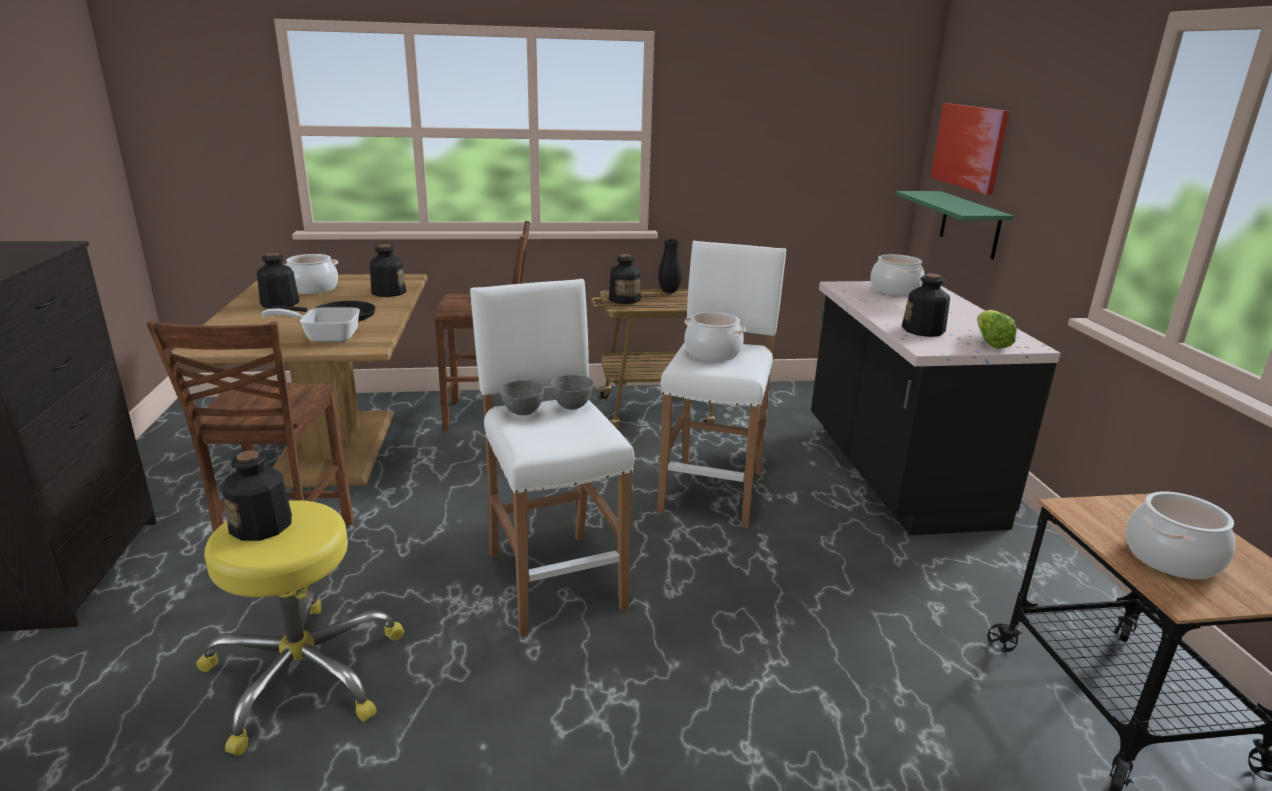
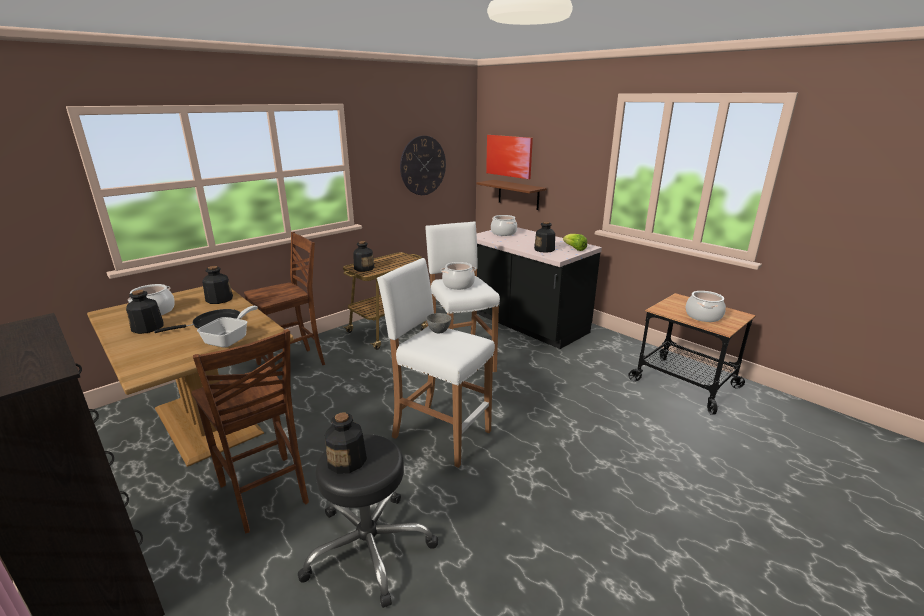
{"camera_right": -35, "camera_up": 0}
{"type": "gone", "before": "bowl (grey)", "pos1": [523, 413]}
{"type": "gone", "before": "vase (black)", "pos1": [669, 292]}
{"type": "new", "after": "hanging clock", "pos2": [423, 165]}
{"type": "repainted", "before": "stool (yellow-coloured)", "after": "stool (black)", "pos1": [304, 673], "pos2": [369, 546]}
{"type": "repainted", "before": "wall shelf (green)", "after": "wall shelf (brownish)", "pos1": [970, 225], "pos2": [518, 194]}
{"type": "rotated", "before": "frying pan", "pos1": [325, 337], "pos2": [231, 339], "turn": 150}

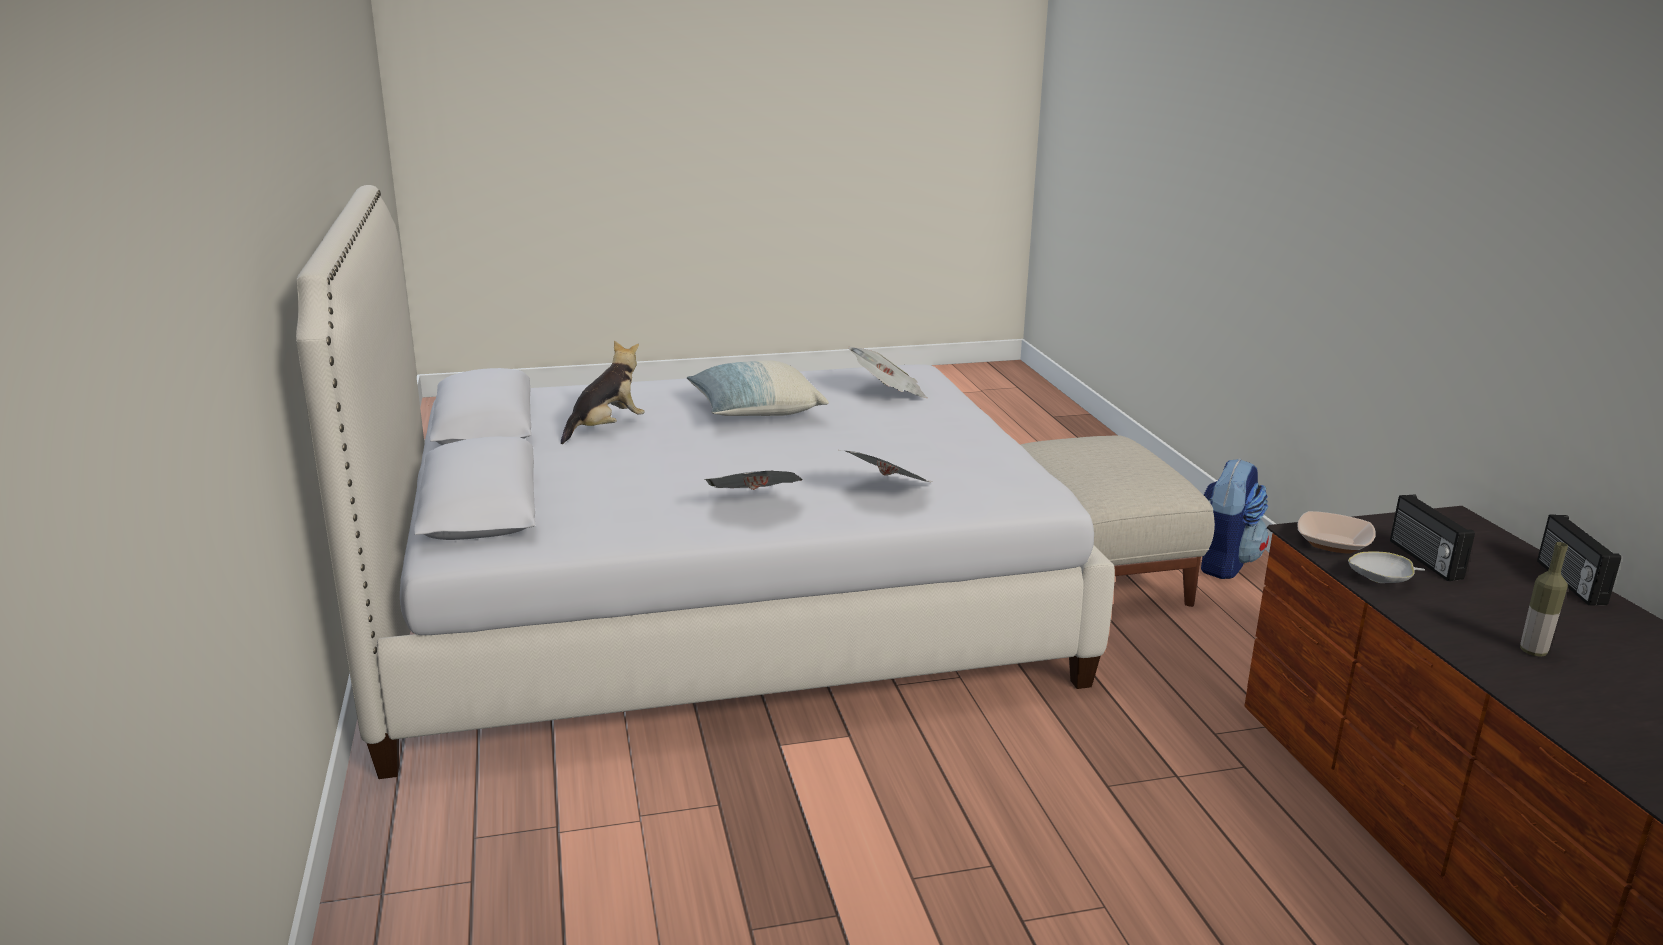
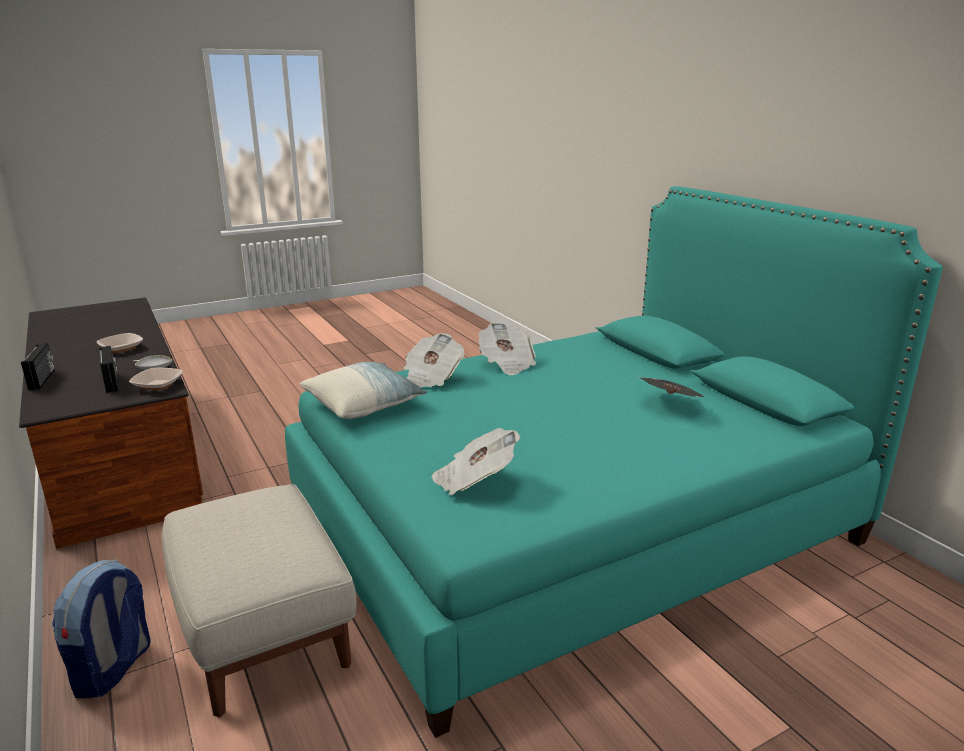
{"camera_right": 165, "camera_up": 0}
{"type": "shifted", "before": "cushion", "pos1": [755, 411], "pos2": [364, 405]}
{"type": "swapped", "before": "soft toy", "after": "printed paper", "pos1": [606, 428], "pos2": [671, 404]}
{"type": "swapped", "before": "drink bottle", "after": "bowl", "pos1": [1533, 651], "pos2": [121, 348]}
{"type": "repainted", "before": "bedroom bed (white)", "after": "bedroom bed (blue-green)", "pos1": [715, 610], "pos2": [572, 523]}

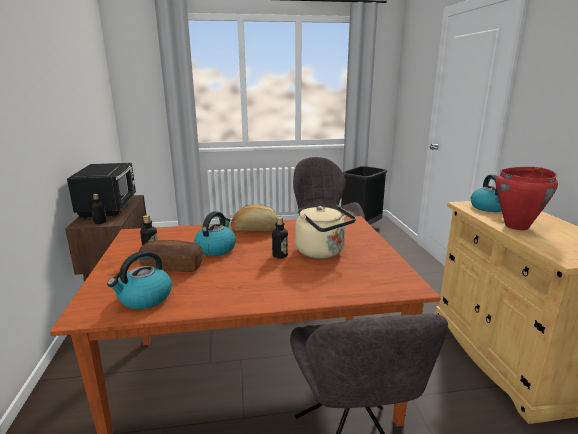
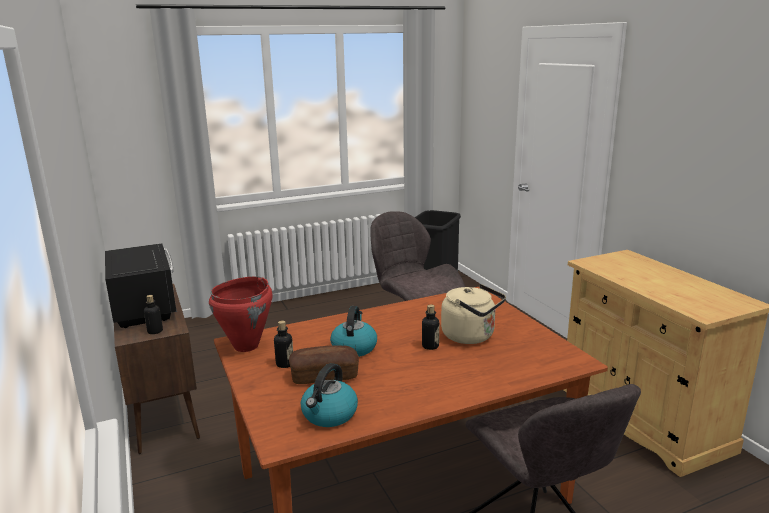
{"camera_right": -15, "camera_up": 0}
{"type": "gone", "before": "bread", "pos1": [256, 230]}
{"type": "gone", "before": "water kettle", "pos1": [489, 208]}
{"type": "shifted", "before": "cooking pot (red)", "pos1": [517, 226], "pos2": [247, 346]}

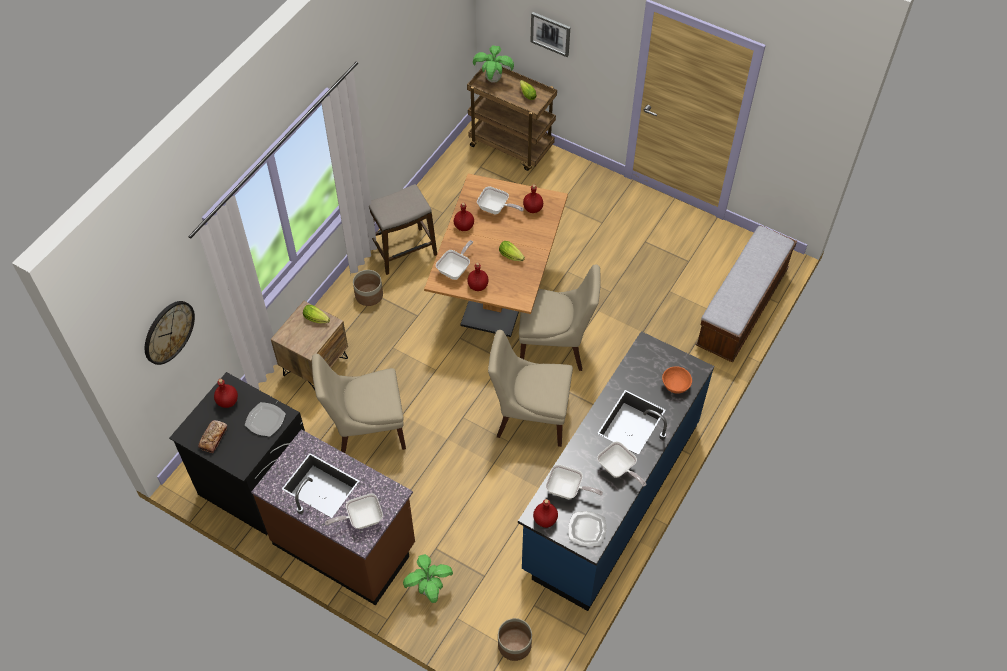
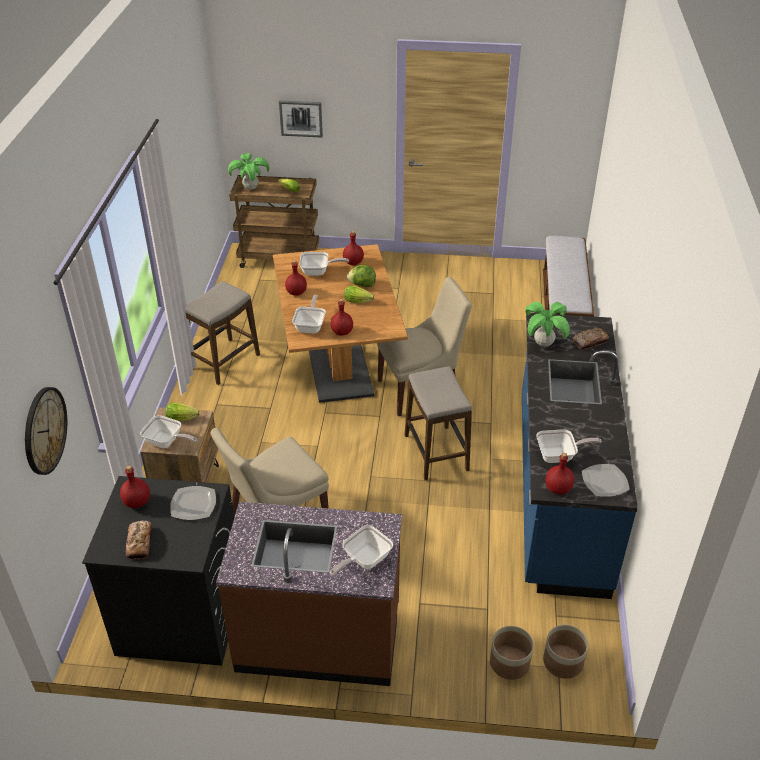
{"camera_right": -25, "camera_up": -15}
{"type": "new", "after": "head of lettuce", "pos2": [362, 285]}
{"type": "shifted", "before": "plant pot", "pos1": [369, 295], "pos2": [509, 663]}
{"type": "shifted", "before": "potted plant", "pos1": [429, 589], "pos2": [543, 344]}
{"type": "shifted", "before": "frying pan", "pos1": [618, 469], "pos2": [167, 442]}
{"type": "swapped", "before": "upright chair (sand-coloured)", "after": "stool", "pos1": [529, 416], "pos2": [436, 453]}
{"type": "swapped", "before": "bowl (orange-coloured)", "after": "bread", "pos1": [675, 385], "pos2": [590, 341]}

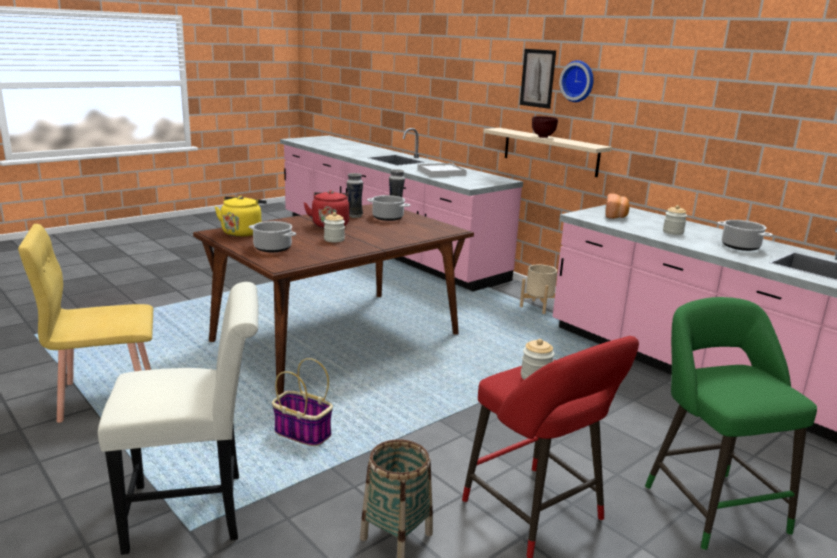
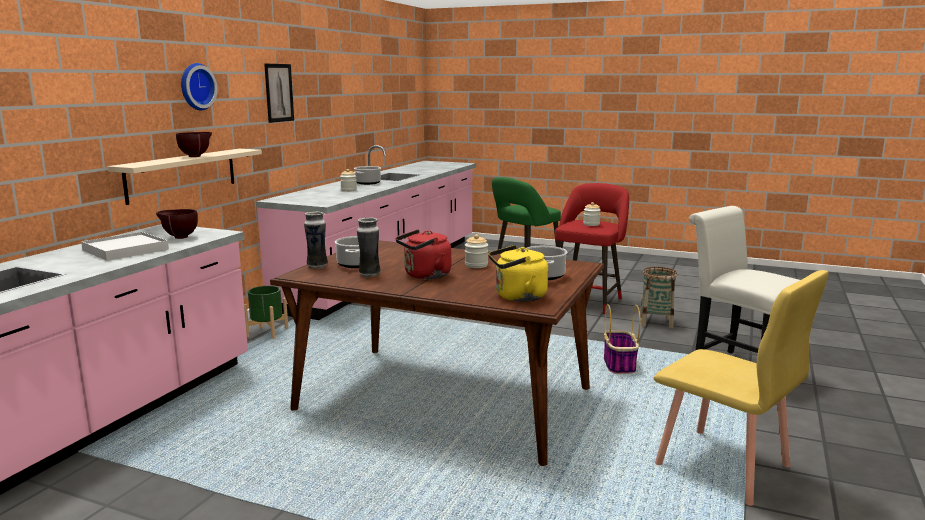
{"camera_right": -115, "camera_up": -5}
{"type": "gone", "before": "bread", "pos1": [616, 216]}
{"type": "new", "after": "bowl (brownish)", "pos2": [179, 237]}
{"type": "shifted", "before": "wall picture", "pos1": [537, 78], "pos2": [279, 93]}
{"type": "repainted", "before": "plant pot (sand-coloured)", "after": "plant pot (green)", "pos1": [538, 307], "pos2": [267, 332]}

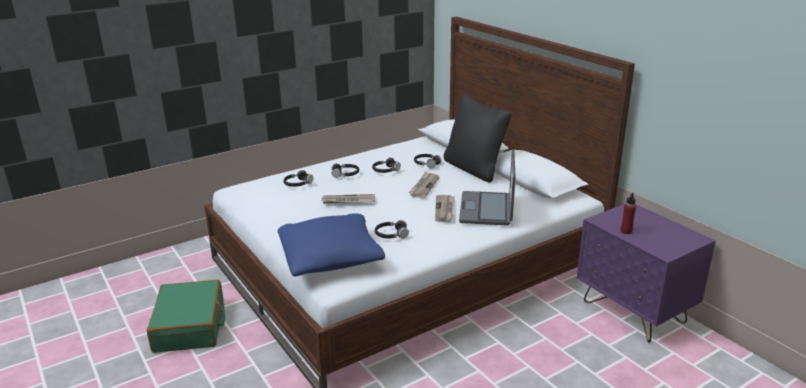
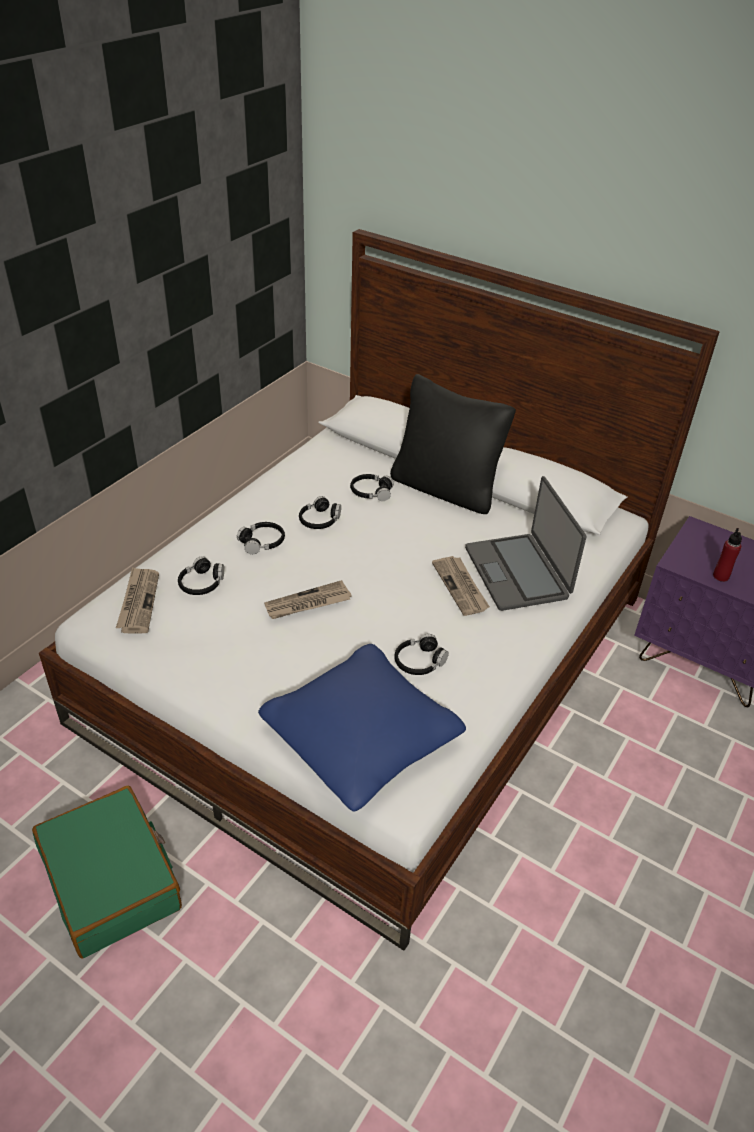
{"camera_right": -25, "camera_up": 15}
{"type": "shifted", "before": "printed paper", "pos1": [424, 186], "pos2": [138, 602]}

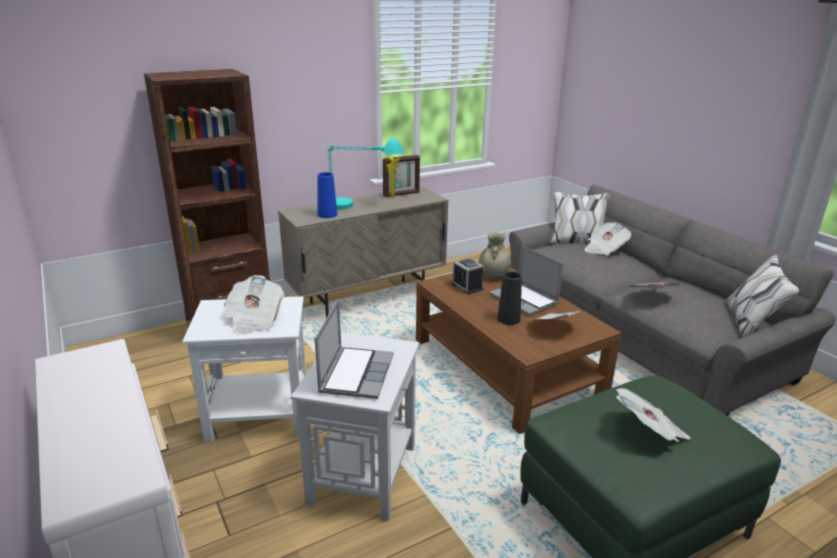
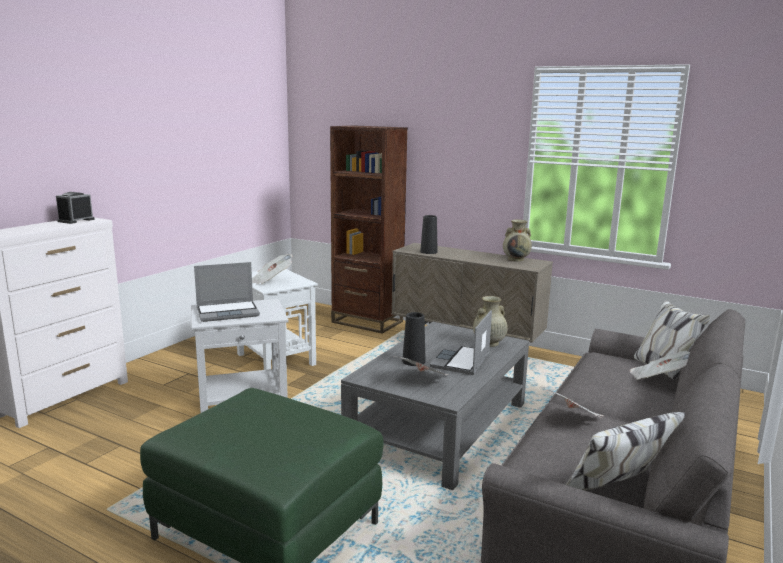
{"camera_right": 60, "camera_up": -10}
{"type": "gone", "before": "table lamp (blue-green)", "pos1": [362, 206]}
{"type": "gone", "before": "printed paper", "pos1": [649, 432]}
{"type": "shifted", "before": "table clock", "pos1": [467, 286], "pos2": [76, 220]}
{"type": "swapped", "before": "standing frame", "after": "vase (sand-coloured)", "pos1": [401, 194], "pos2": [516, 259]}
{"type": "repainted", "before": "vase (bluish)", "after": "vase (black)", "pos1": [327, 214], "pos2": [428, 252]}
{"type": "repainted", "before": "low table (brownish)", "after": "low table (grey)", "pos1": [506, 367], "pos2": [439, 428]}

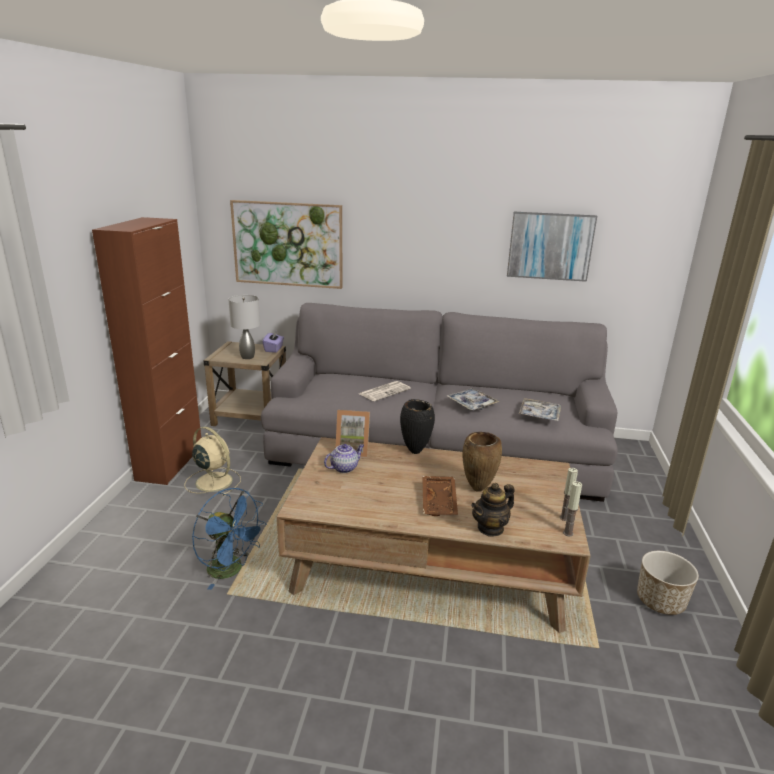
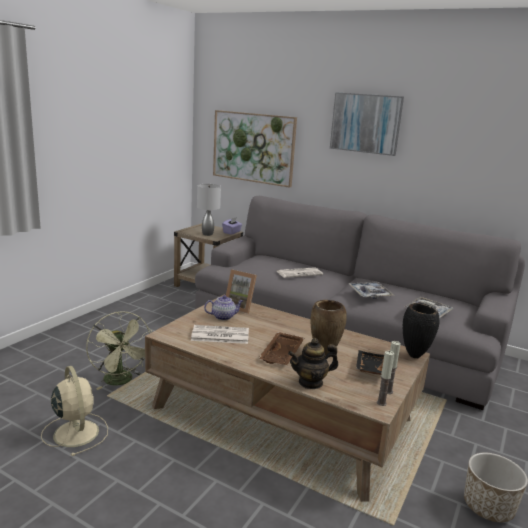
{"camera_right": 20, "camera_up": -5}
{"type": "gone", "before": "cabinet (brownish)", "pos1": [170, 463]}
{"type": "new", "after": "printed paper", "pos2": [219, 335]}
{"type": "new", "after": "carrying tray (black)", "pos2": [370, 369]}
{"type": "shifted", "before": "cooling fan (sand-coloured)", "pos1": [213, 481], "pos2": [75, 432]}
{"type": "shifted", "before": "vase (black)", "pos1": [416, 452], "pos2": [415, 356]}
{"type": "shifted", "before": "wall picture", "pos1": [550, 246], "pos2": [365, 123]}
{"type": "repainted", "before": "cooling fan (bluish)", "after": "cooling fan (green)", "pos1": [231, 570], "pos2": [121, 381]}

